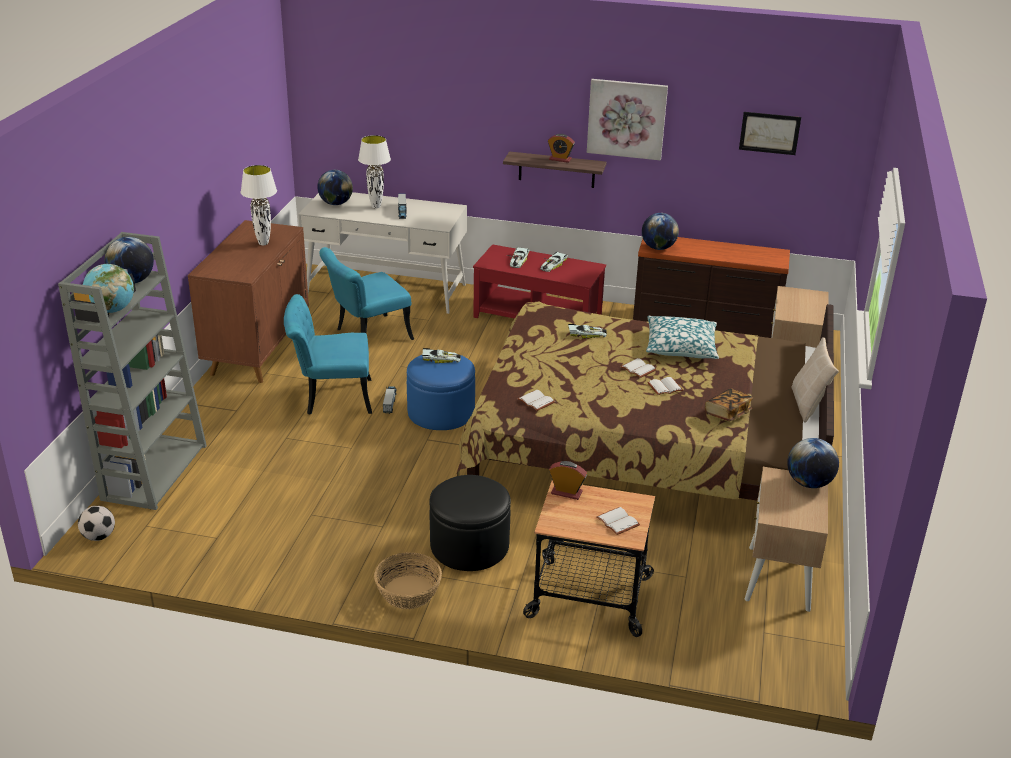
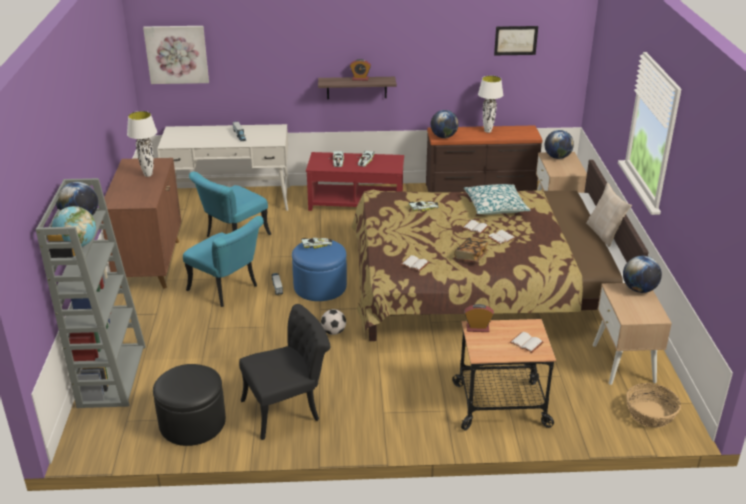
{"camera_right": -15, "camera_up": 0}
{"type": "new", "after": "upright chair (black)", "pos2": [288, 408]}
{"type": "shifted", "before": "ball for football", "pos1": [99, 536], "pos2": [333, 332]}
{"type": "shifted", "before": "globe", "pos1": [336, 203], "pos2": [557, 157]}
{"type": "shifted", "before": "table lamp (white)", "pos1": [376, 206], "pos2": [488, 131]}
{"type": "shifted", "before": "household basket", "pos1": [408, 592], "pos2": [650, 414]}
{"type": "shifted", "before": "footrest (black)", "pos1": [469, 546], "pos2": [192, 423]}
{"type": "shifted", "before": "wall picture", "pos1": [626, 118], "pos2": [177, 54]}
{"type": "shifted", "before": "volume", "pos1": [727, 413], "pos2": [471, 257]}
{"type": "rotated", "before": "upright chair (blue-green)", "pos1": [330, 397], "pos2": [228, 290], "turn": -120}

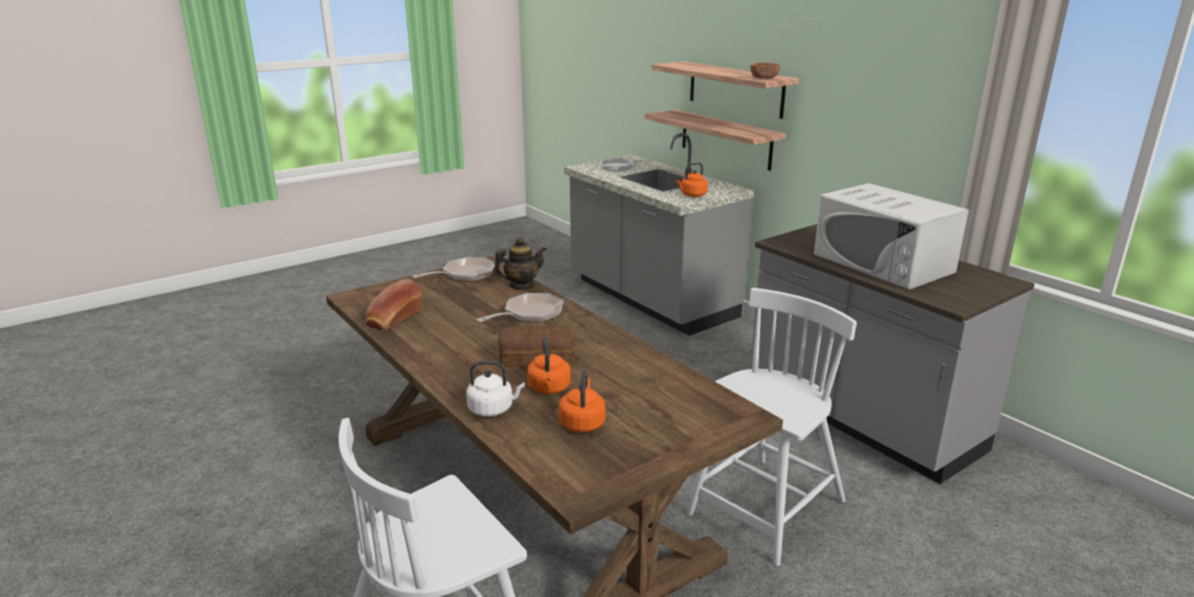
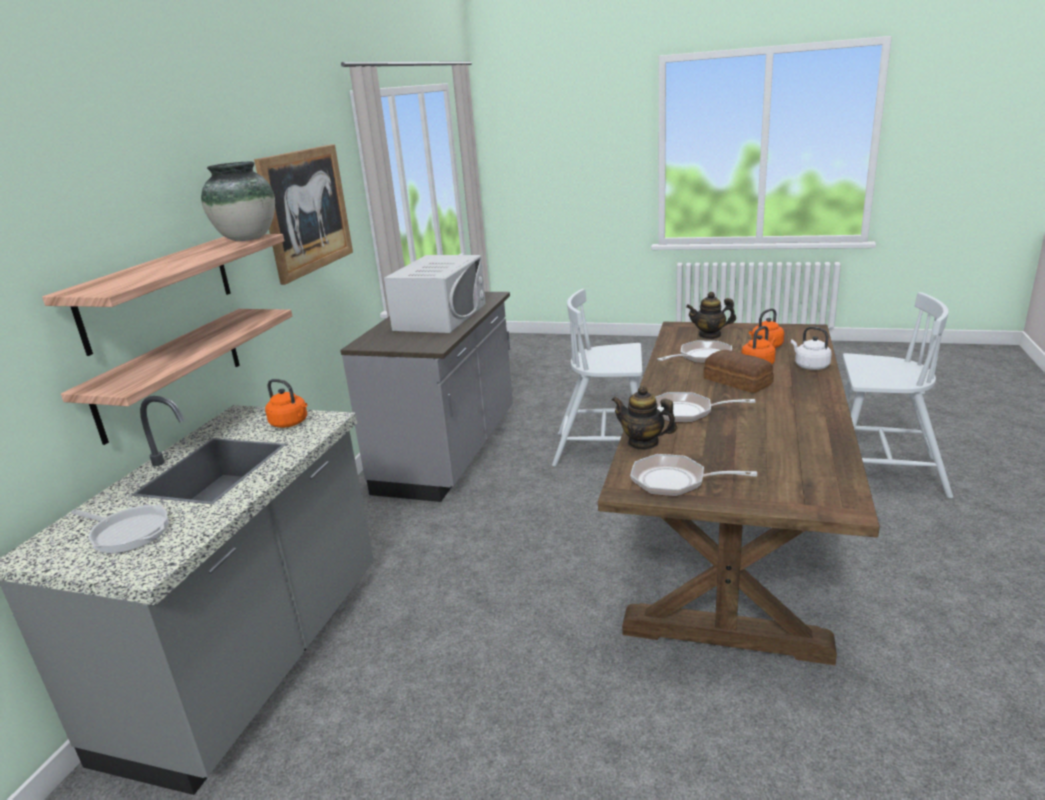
{"camera_right": -125, "camera_up": 0}
{"type": "gone", "before": "bread", "pos1": [393, 319]}
{"type": "new", "after": "wall picture", "pos2": [307, 211]}
{"type": "new", "after": "frying pan", "pos2": [701, 357]}
{"type": "new", "after": "pot for tea", "pos2": [710, 335]}
{"type": "swapped", "before": "bowl (brownish)", "after": "vase", "pos1": [764, 78], "pos2": [246, 238]}

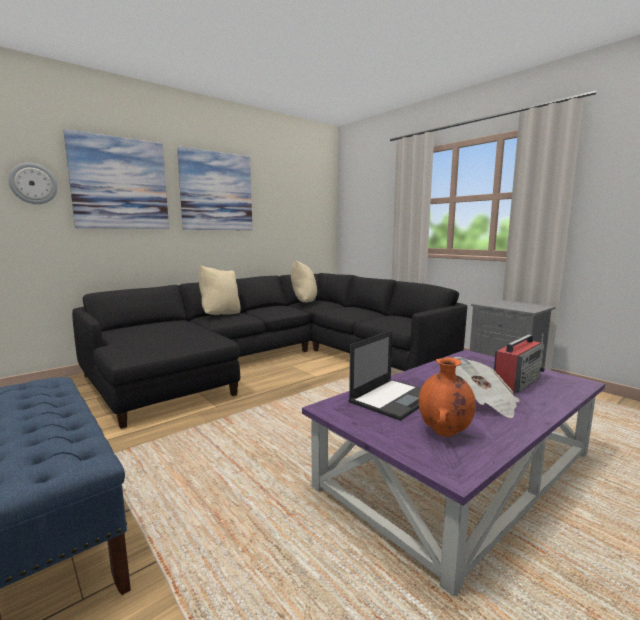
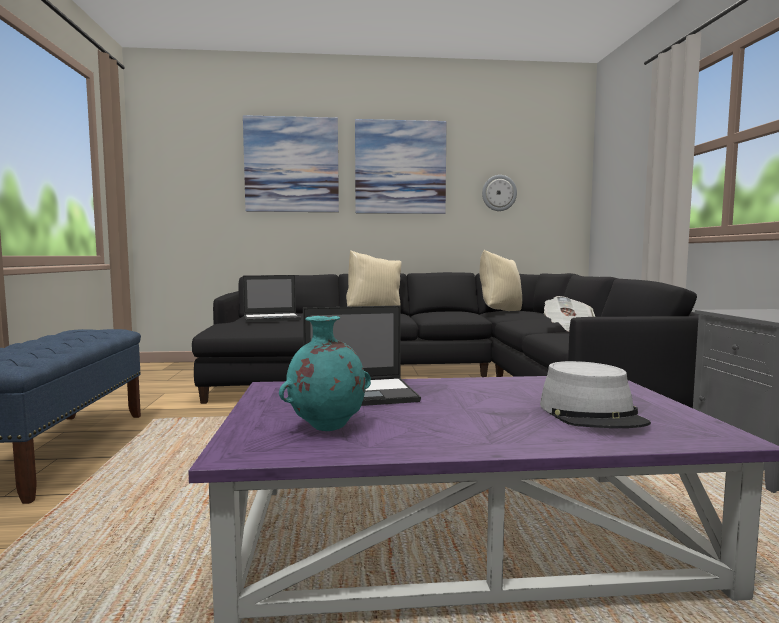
{"camera_right": 35, "camera_up": -5}
{"type": "new", "after": "portable computer", "pos2": [272, 318]}
{"type": "shifted", "before": "hanging clock", "pos1": [33, 183], "pos2": [499, 193]}
{"type": "shifted", "before": "printed paper", "pos1": [483, 403], "pos2": [569, 329]}
{"type": "swapped", "before": "radio", "after": "hat (grey)", "pos1": [517, 382], "pos2": [591, 414]}
{"type": "repainted", "before": "vase (orange-coloured)", "after": "vase (blue-green)", "pos1": [444, 433], "pos2": [326, 427]}

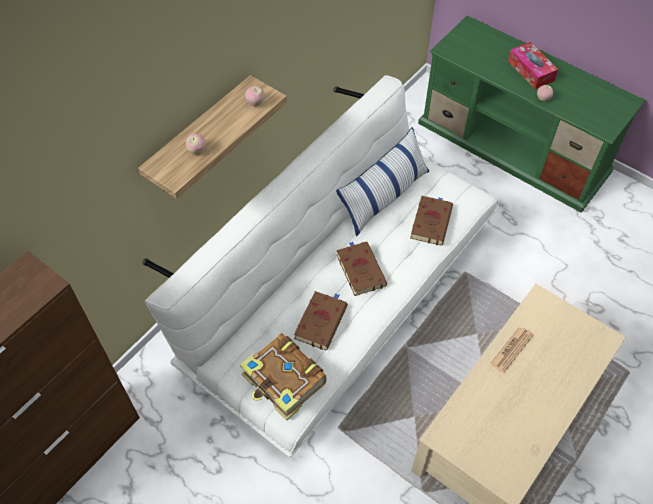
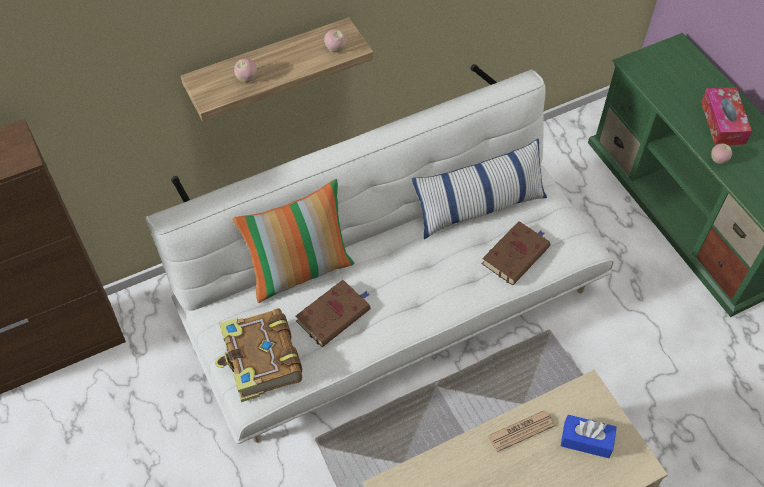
{"camera_right": 25, "camera_up": 0}
{"type": "gone", "before": "volume (brownish)", "pos1": [360, 269]}
{"type": "new", "after": "cushion", "pos2": [300, 269]}
{"type": "new", "after": "box of tissues (bluish)", "pos2": [586, 440]}

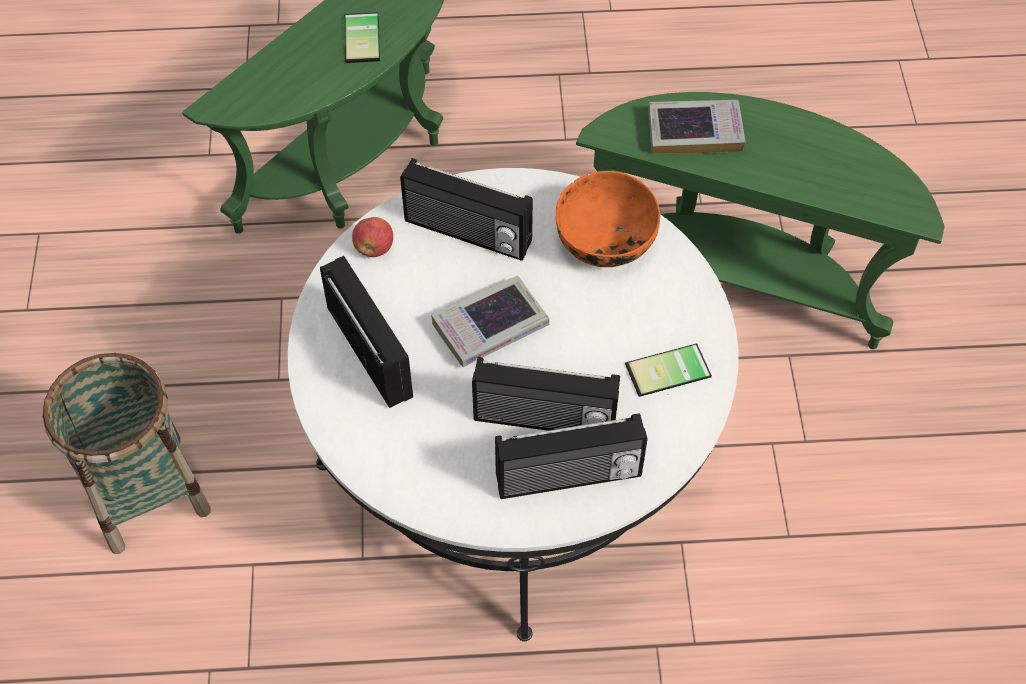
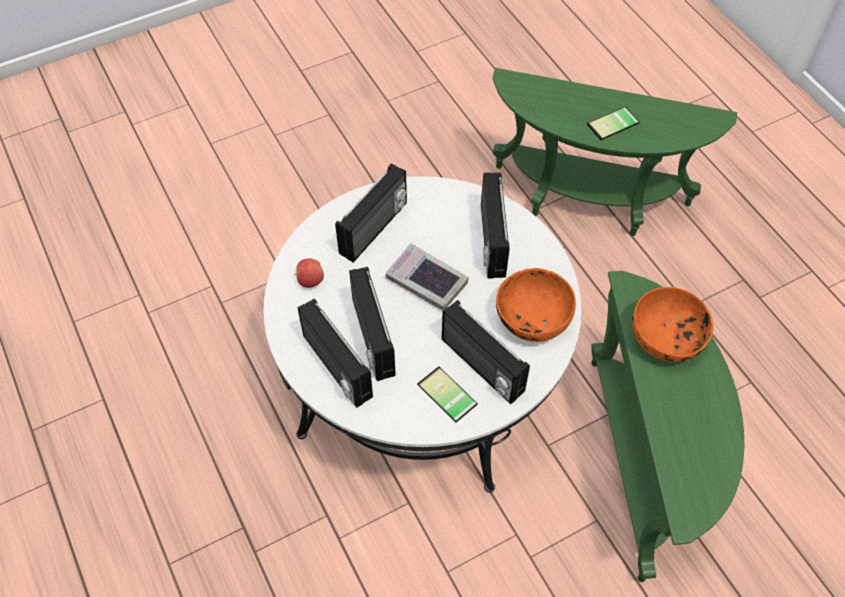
{"camera_right": 65, "camera_up": 0}
{"type": "gone", "before": "household basket", "pos1": [146, 493]}
{"type": "new", "after": "radio", "pos2": [480, 366]}
{"type": "shifted", "before": "whole apple", "pos1": [374, 248], "pos2": [310, 280]}
{"type": "swapped", "before": "volume", "after": "bowl (orange-coloured)", "pos1": [695, 132], "pos2": [666, 338]}

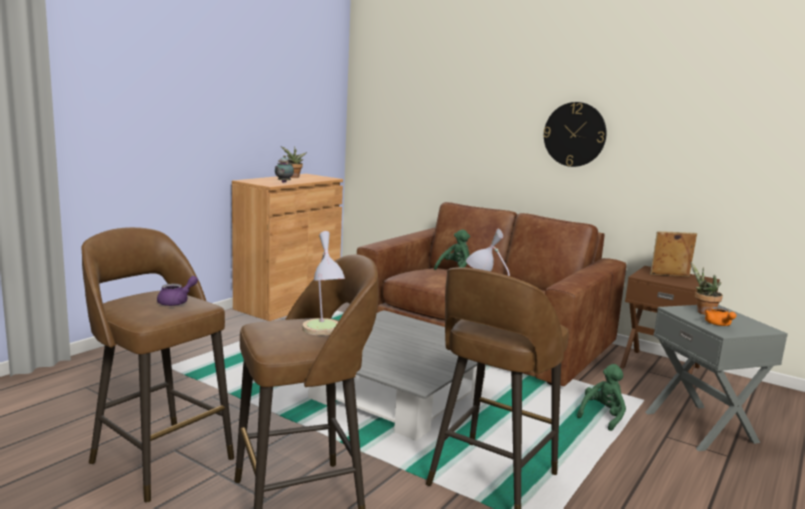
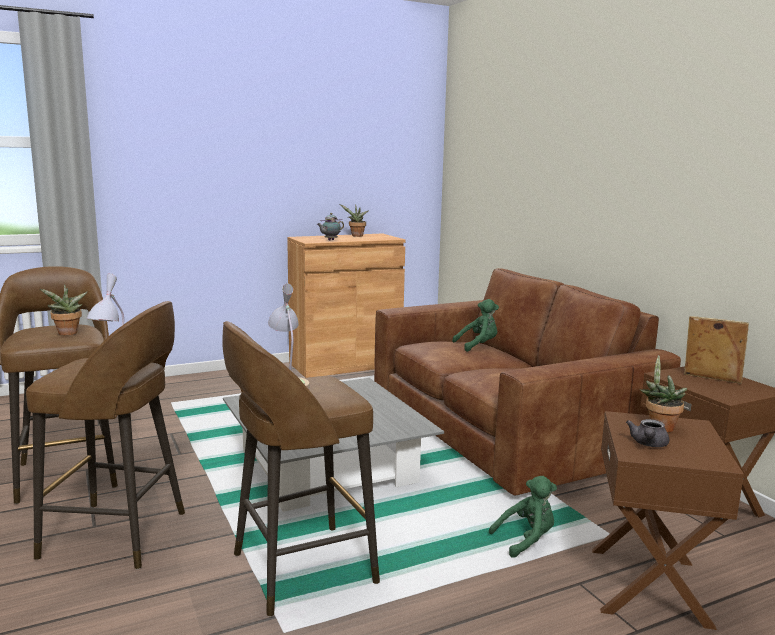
{"camera_right": 30, "camera_up": 0}
{"type": "gone", "before": "hanging clock", "pos1": [574, 134]}
{"type": "swapped", "before": "pot for tea (purplish)", "after": "potted plant", "pos1": [177, 302], "pos2": [67, 334]}
{"type": "repainted", "before": "end table (grey)", "after": "end table (brownish)", "pos1": [701, 427], "pos2": [650, 586]}
{"type": "repainted", "before": "pot for tea (orange-coloured)", "after": "pot for tea (grey)", "pos1": [719, 324], "pos2": [648, 444]}

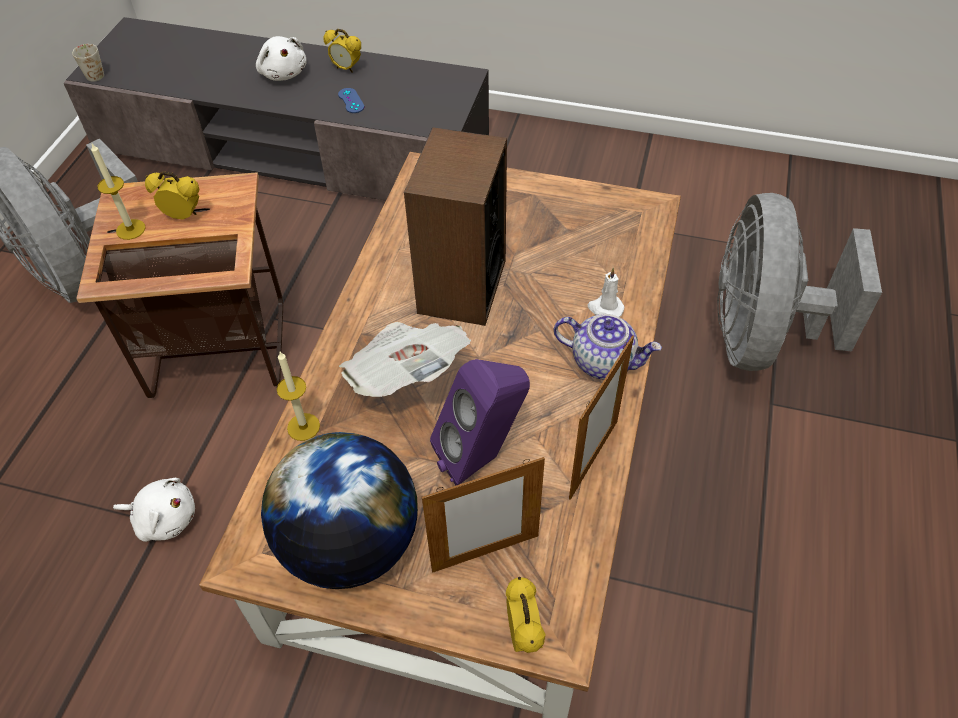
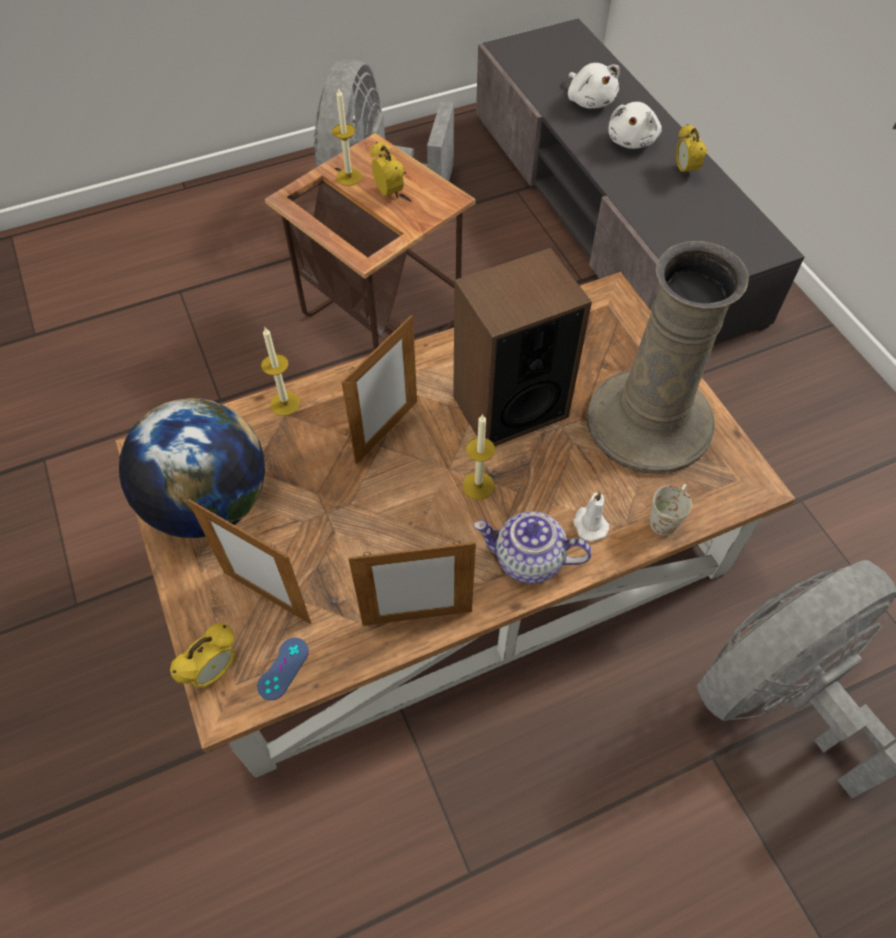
{"camera_right": 50, "camera_up": 5}
{"type": "gone", "before": "speaker (purplish)", "pos1": [482, 457]}
{"type": "new", "after": "candle", "pos2": [478, 485]}
{"type": "new", "after": "vase (sand-coloured)", "pos2": [648, 421]}
{"type": "shifted", "before": "coffee mug (white)", "pos1": [95, 73], "pos2": [666, 517]}
{"type": "shifted", "before": "soft toy (white)", "pos1": [164, 518], "pos2": [590, 101]}
{"type": "shifted", "before": "joypad (bluish)", "pos1": [351, 101], "pos2": [283, 668]}
{"type": "swapped", "before": "printed paper", "after": "standing frame", "pos1": [405, 375], "pos2": [386, 432]}
{"type": "rotated", "before": "pot for tea", "pos1": [603, 361], "pos2": [528, 560], "turn": 120}

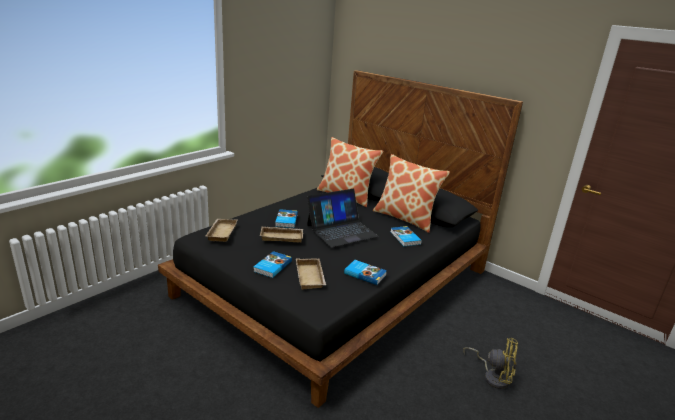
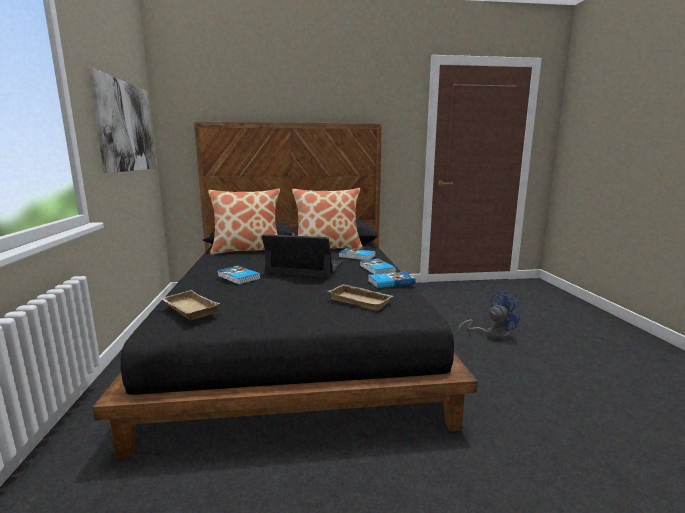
{"camera_right": -45, "camera_up": -10}
{"type": "gone", "before": "carrying tray (sand-coloured)", "pos1": [282, 236]}
{"type": "new", "after": "wall picture", "pos2": [126, 127]}
{"type": "shifted", "before": "volume", "pos1": [272, 266], "pos2": [376, 269]}
{"type": "repainted", "before": "cooling fan (yellow-coloured)", "after": "cooling fan (bluish)", "pos1": [493, 376], "pos2": [492, 334]}
{"type": "rotated", "before": "portable computer", "pos1": [341, 230], "pos2": [305, 267], "turn": -90}

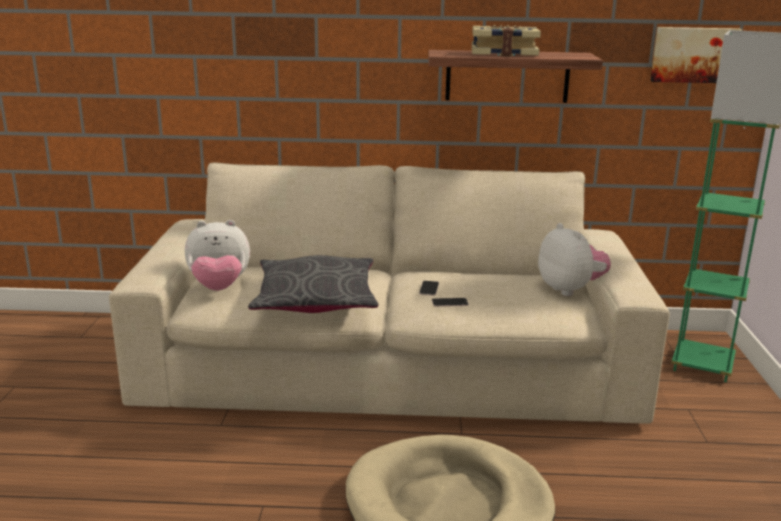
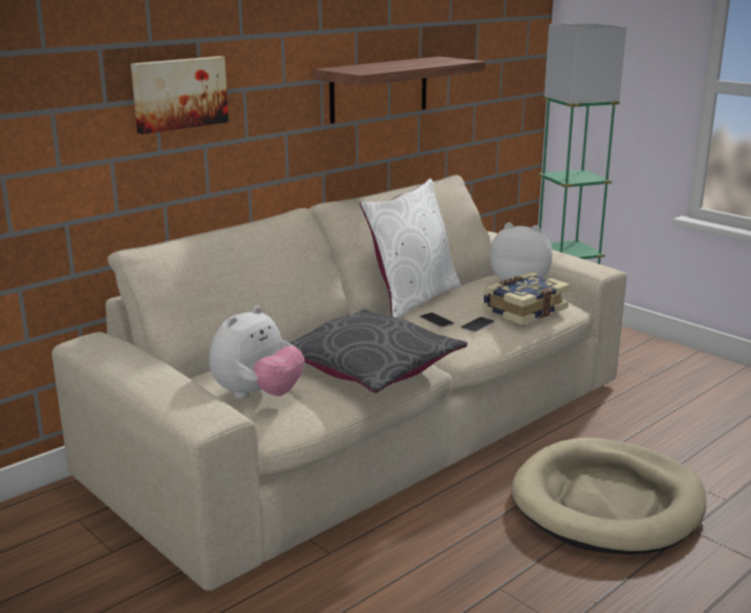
{"camera_right": -45, "camera_up": 0}
{"type": "new", "after": "cushion (white)", "pos2": [412, 299]}
{"type": "shifted", "before": "volume", "pos1": [503, 53], "pos2": [523, 310]}
{"type": "shifted", "before": "wall picture", "pos1": [694, 55], "pos2": [179, 93]}

